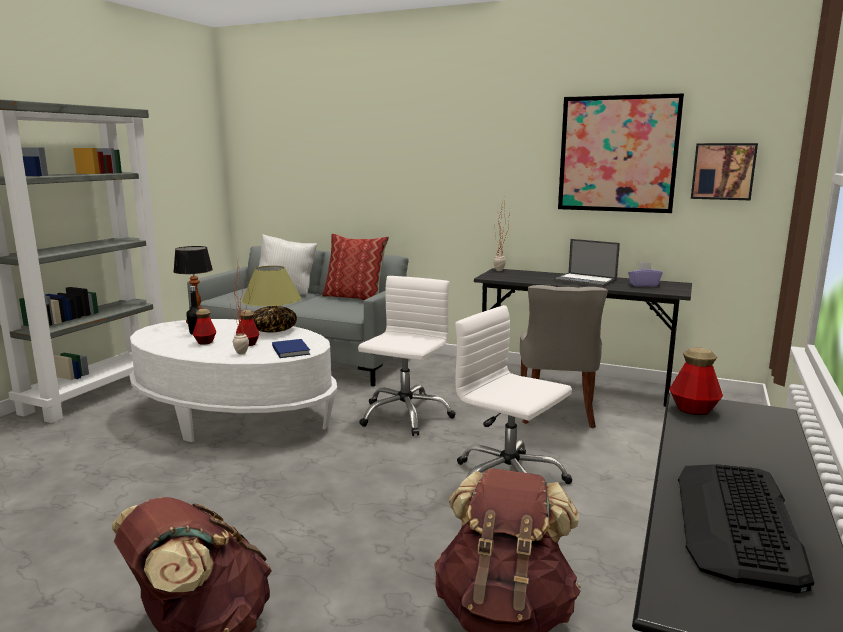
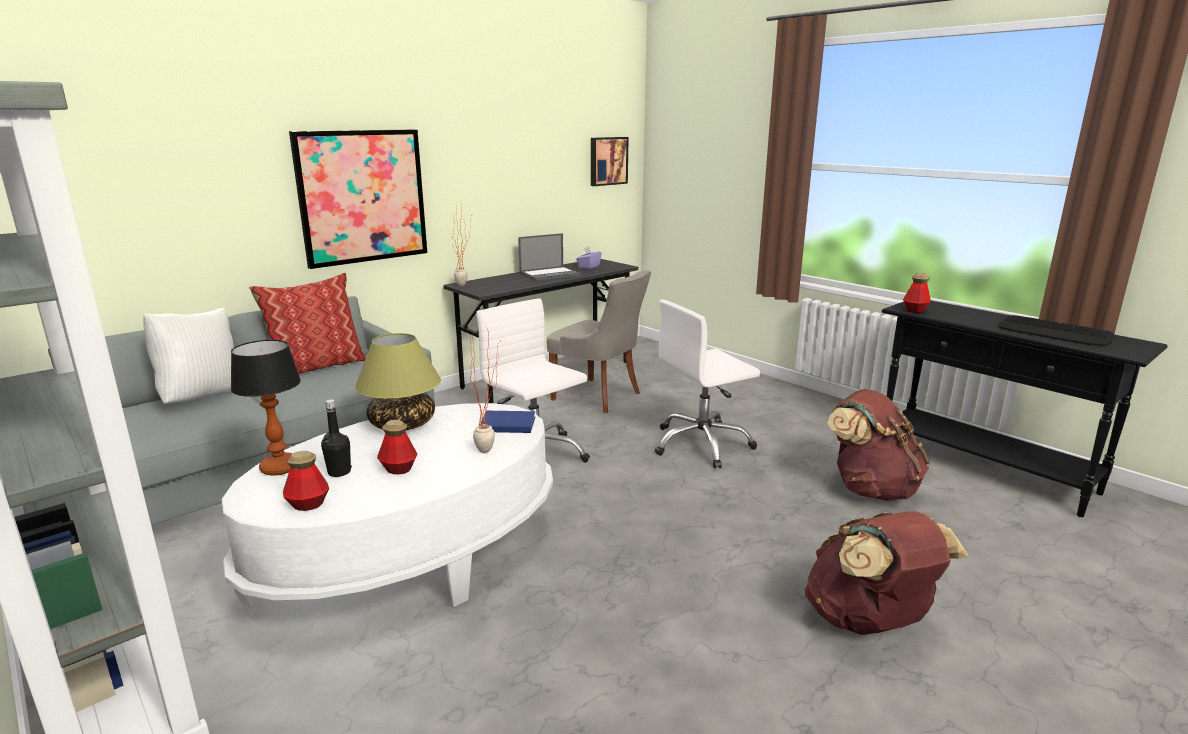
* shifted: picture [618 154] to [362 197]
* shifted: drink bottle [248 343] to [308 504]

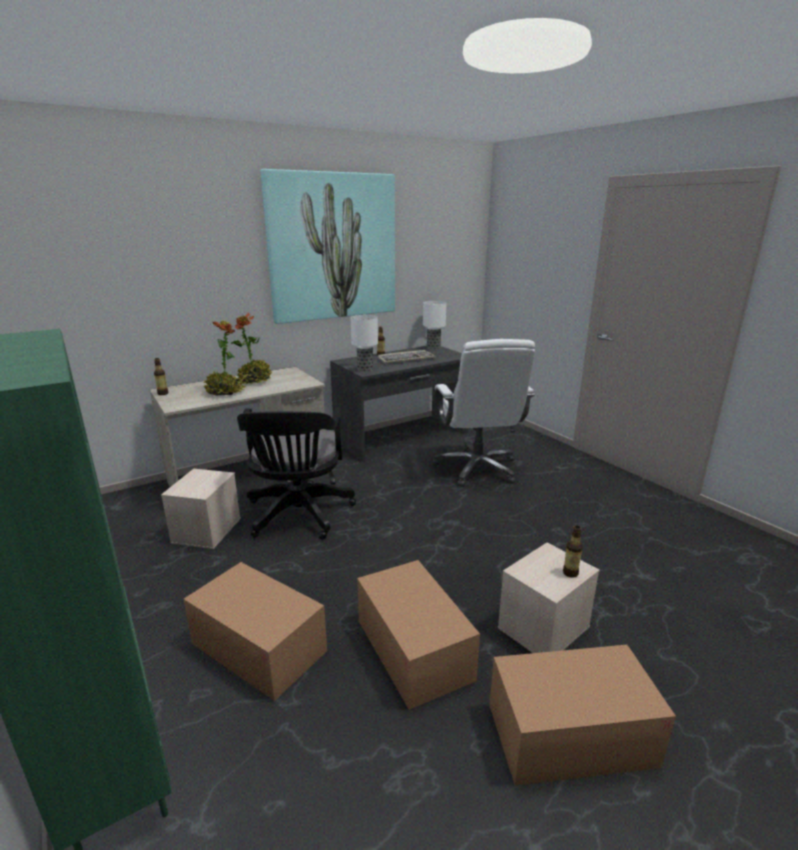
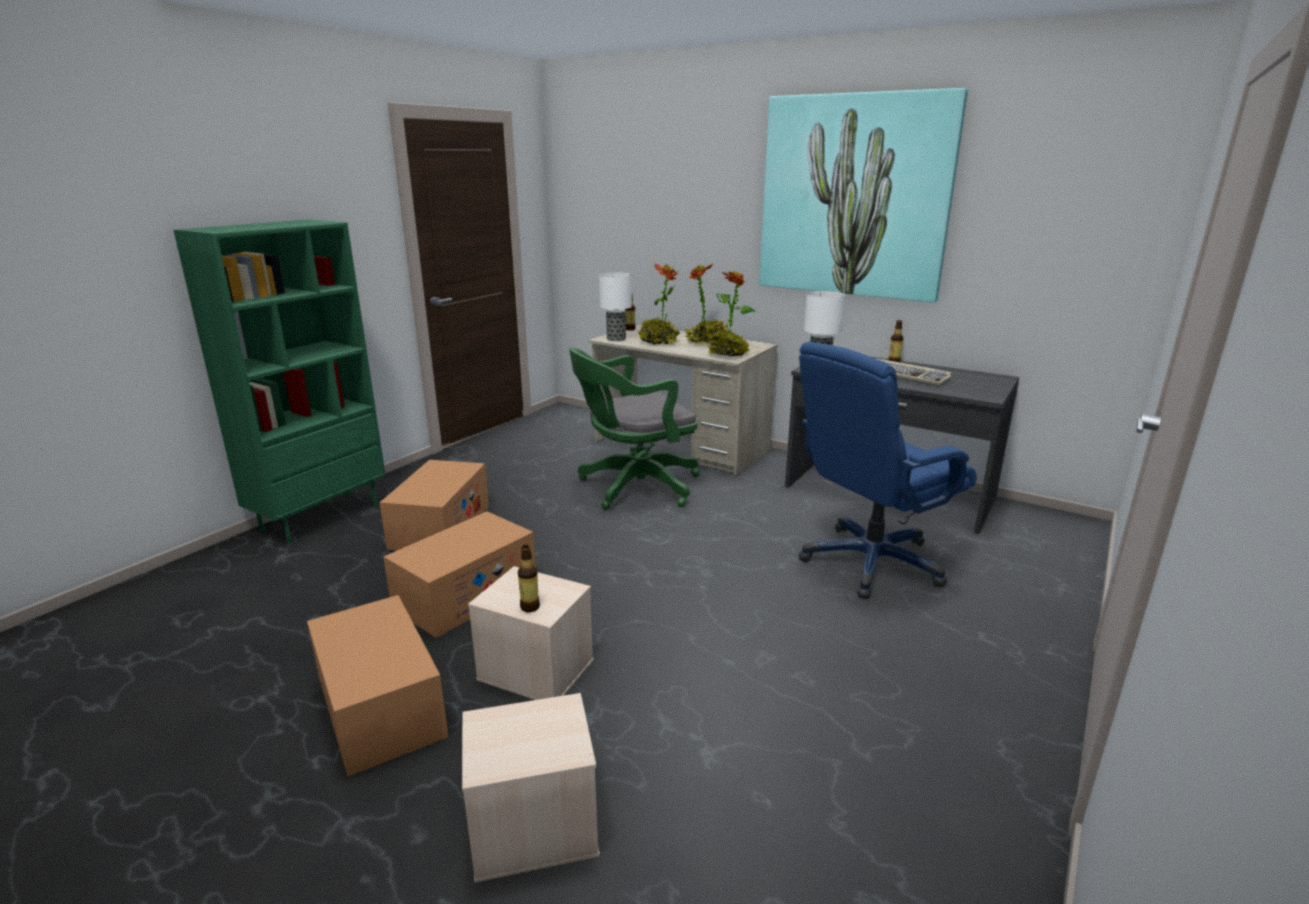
* shifted: table lamp [433 348] to [616 339]
* repainted: office chair/whitish [477 468] to office chair/bluish [871 562]
* repainted: office chair/blackish [298 516] to office chair/greenish [634 487]
* shifted: storage box/beige [207 531] to [532 828]
* new: plant in a pot [728 354]

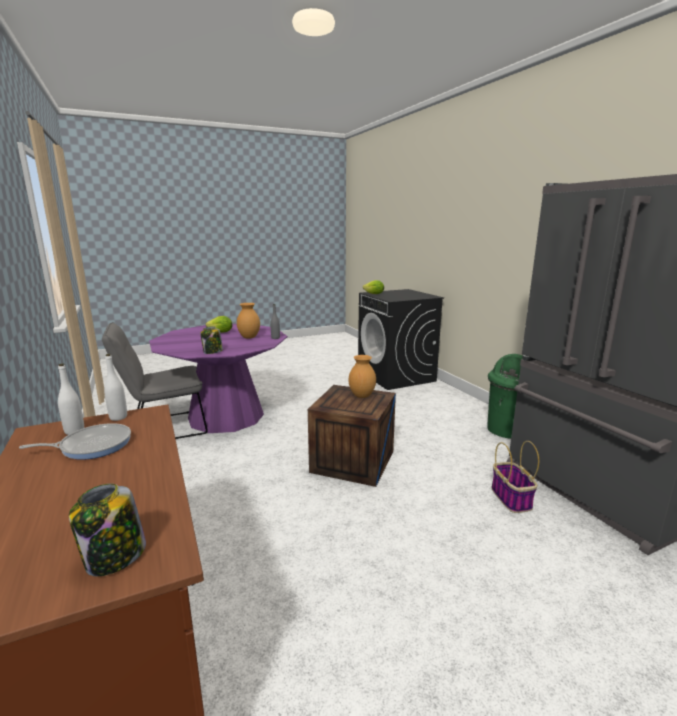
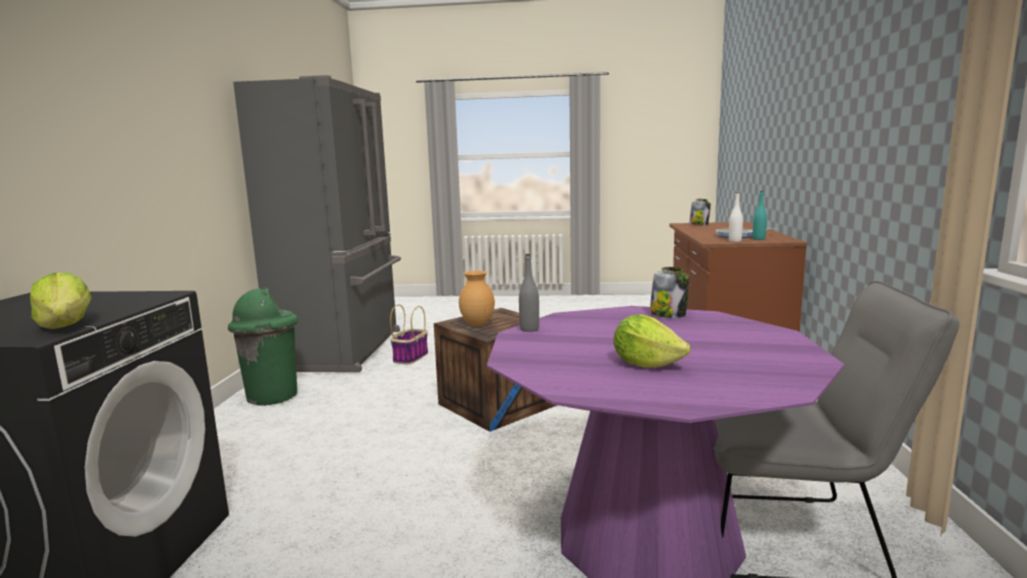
* gone: decorative vase/brown [249 337]
* repainted: drink bottle/whitish [74 431] to drink bottle/turquoise [758 239]

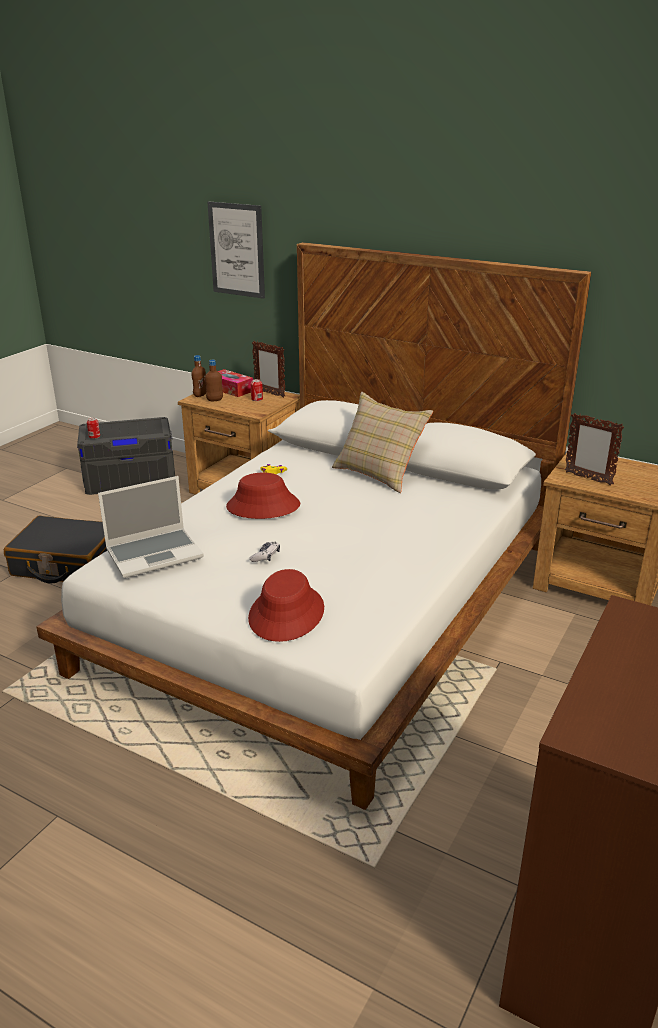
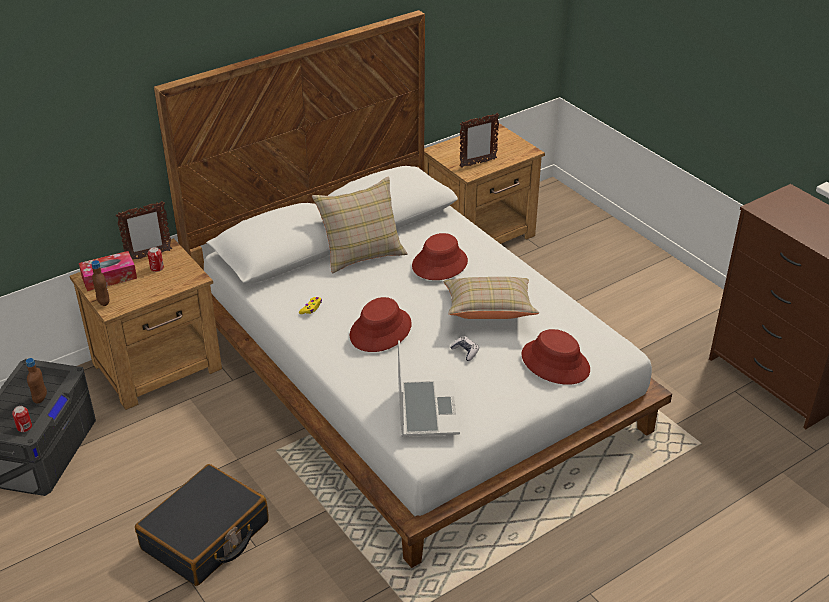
* gone: picture [237 250]
* shifted: drink bottle/brown [215 400] to [40 398]
* new: clothing hat/red [439 264]
* new: pillow/beige [489 311]

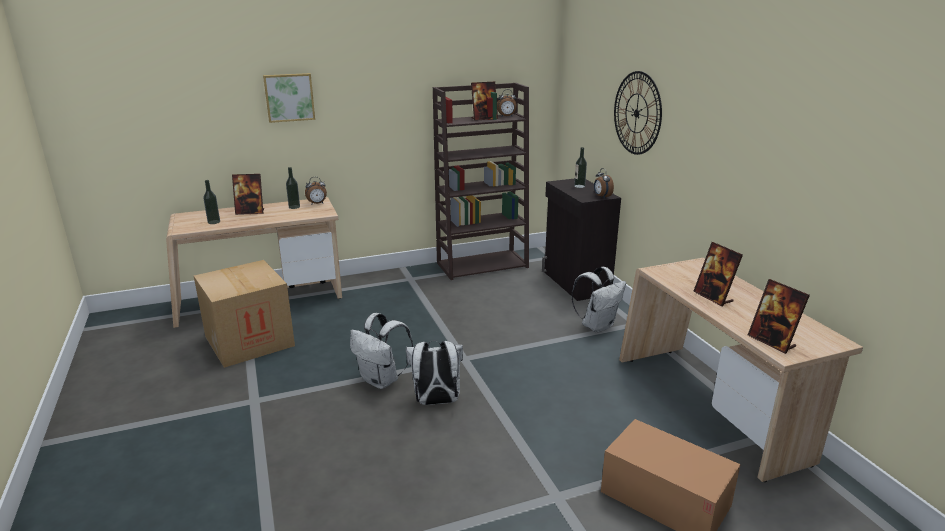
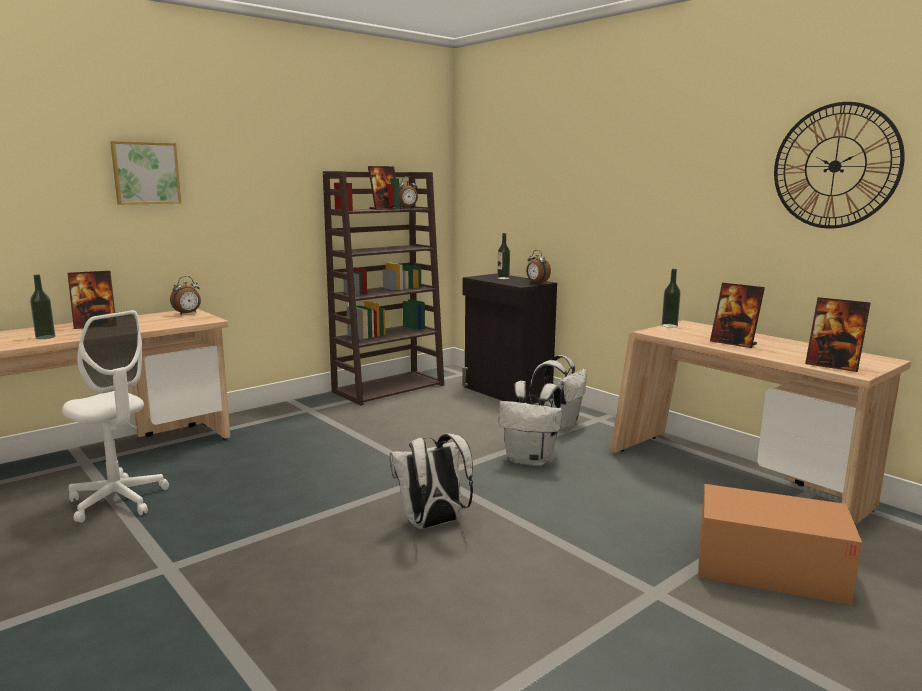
* shifted: clock on the wall [637 113] to [835 166]
* shifted: drink bottle [294 207] to [669 326]
* swapped: packing box [249 341] to office chair/whitish [118 501]
* shifted: rucksack/whitish [382 380] to [531 460]

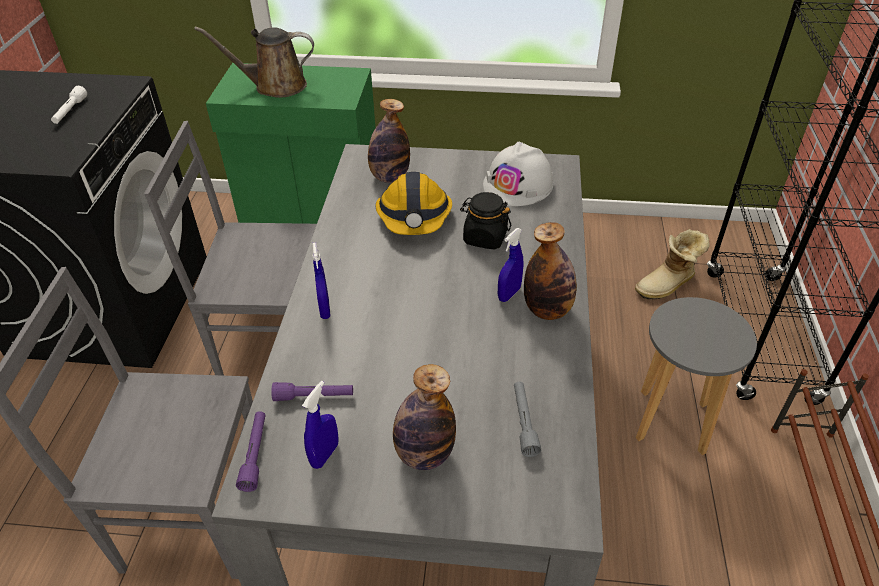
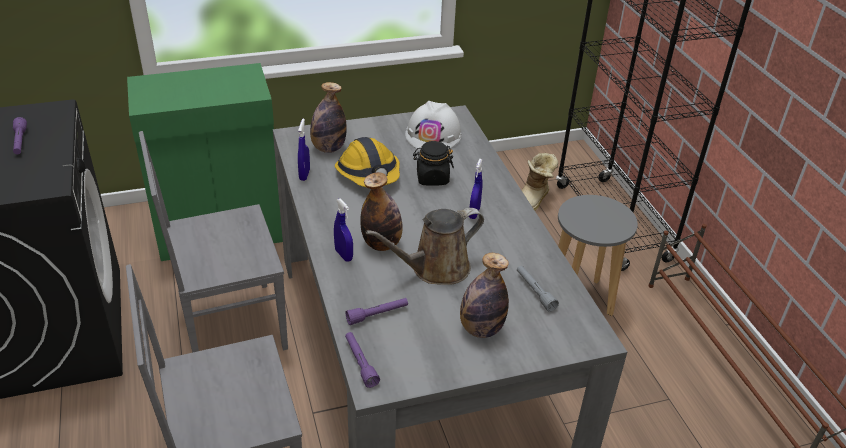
* shifted: sprinkling can/brown [275 86] to [435 269]
* repainted: flashlight/whitish [70 111] to flashlight/purple-coloured [20 142]
* shifted: drink bottle [547 310] to [381 244]
* shifted: hand sprayer/bluish [325 455] to [304 175]

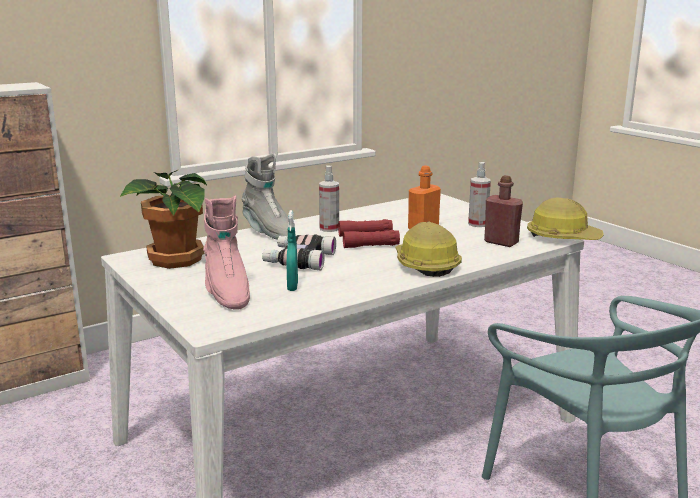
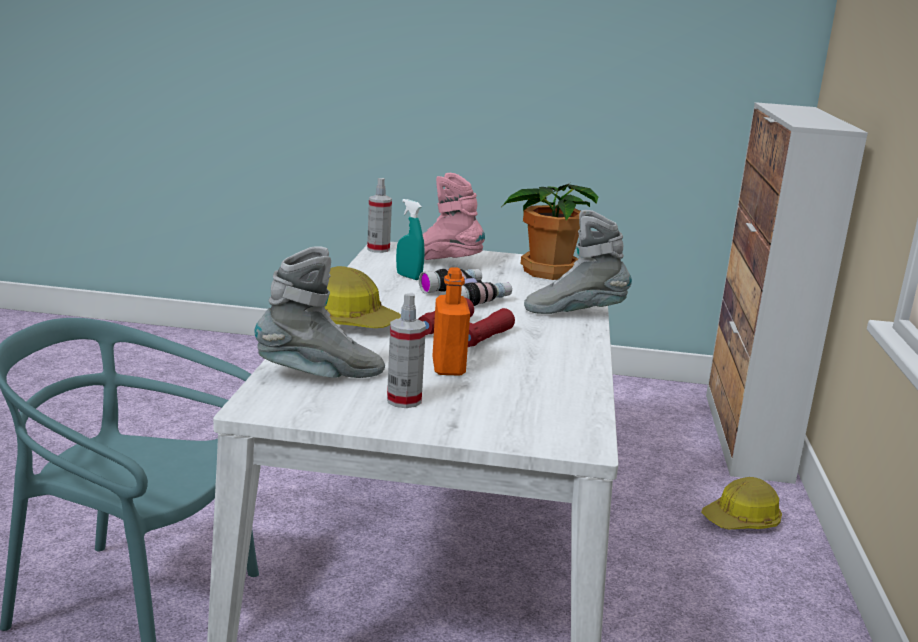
* shifted: hand sprayer [329 228] to [378 249]
* swapped: drink bottle/red [501 242] to tall boot/grey [320 375]
* shifted: hard hat [562 237] to [742 520]

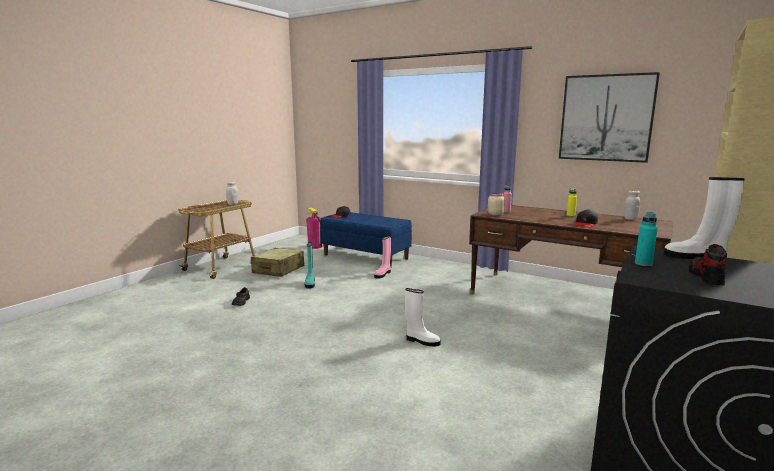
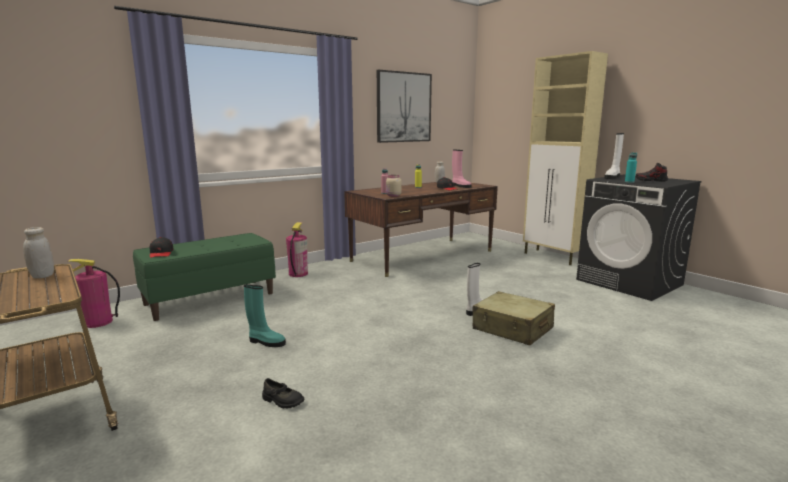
* repainted: indoor bench/bluish [366 257] to indoor bench/greenish [210 298]
* shifted: tall boot/pinkish [383 274] to [460 186]
* shifted: travel case/beige [278 270] to [512 329]
* new: fire extinguisher [298 274]

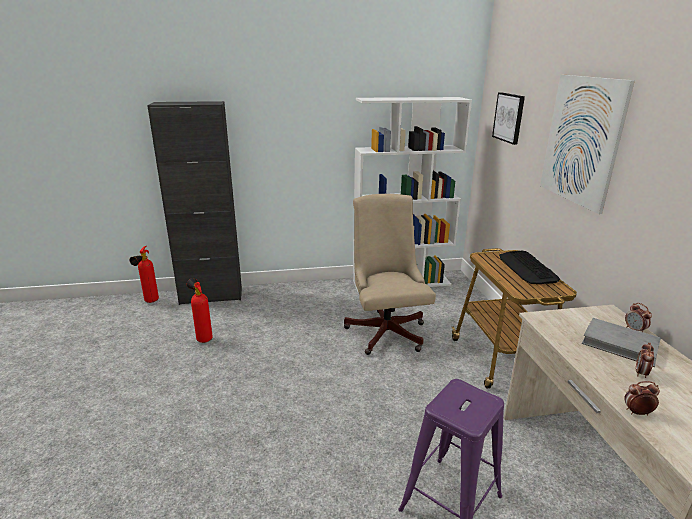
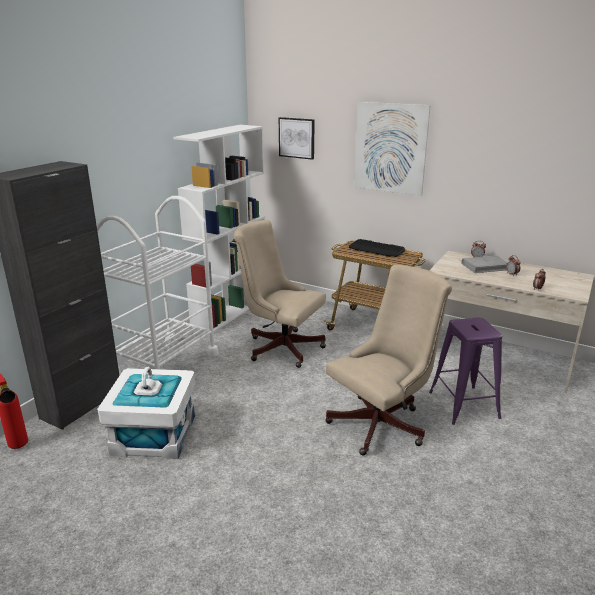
* swapped: fire extinguisher [203 338] to storage box/whitish [153 435]
* new: trolley/whitish [165 364]
* new: office chair/beige [382 423]

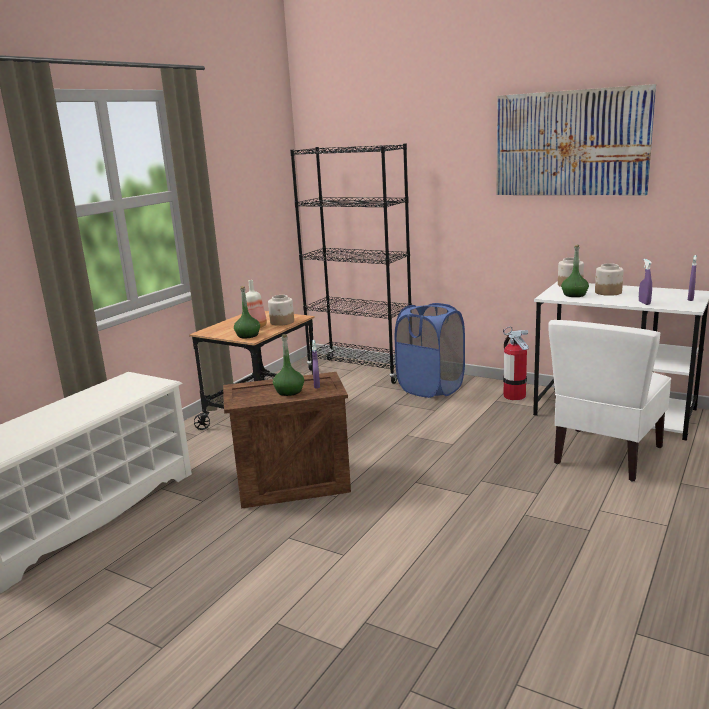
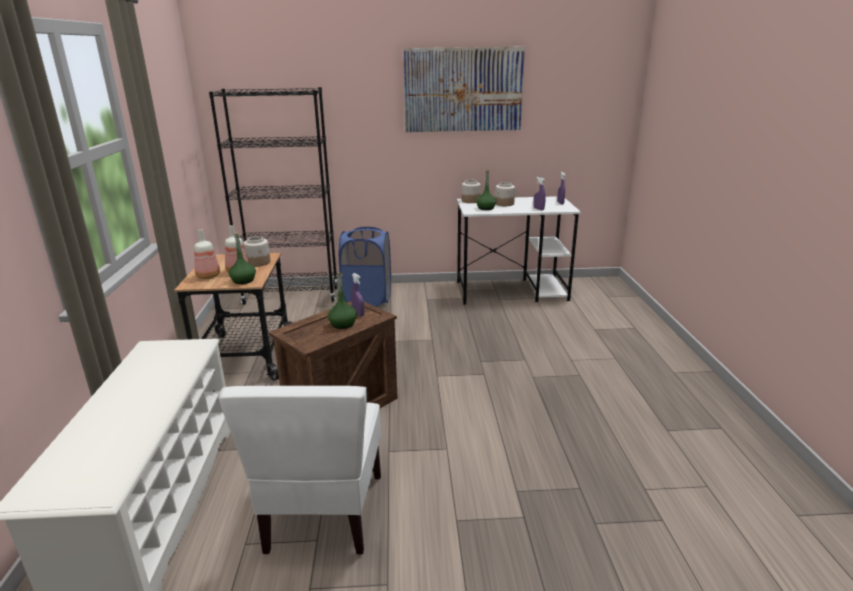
* shifted: upright chair/whitish [606 455] to [323 513]
* gone: fire extinguisher [514 396]
* new: drink bottle [208 277]

